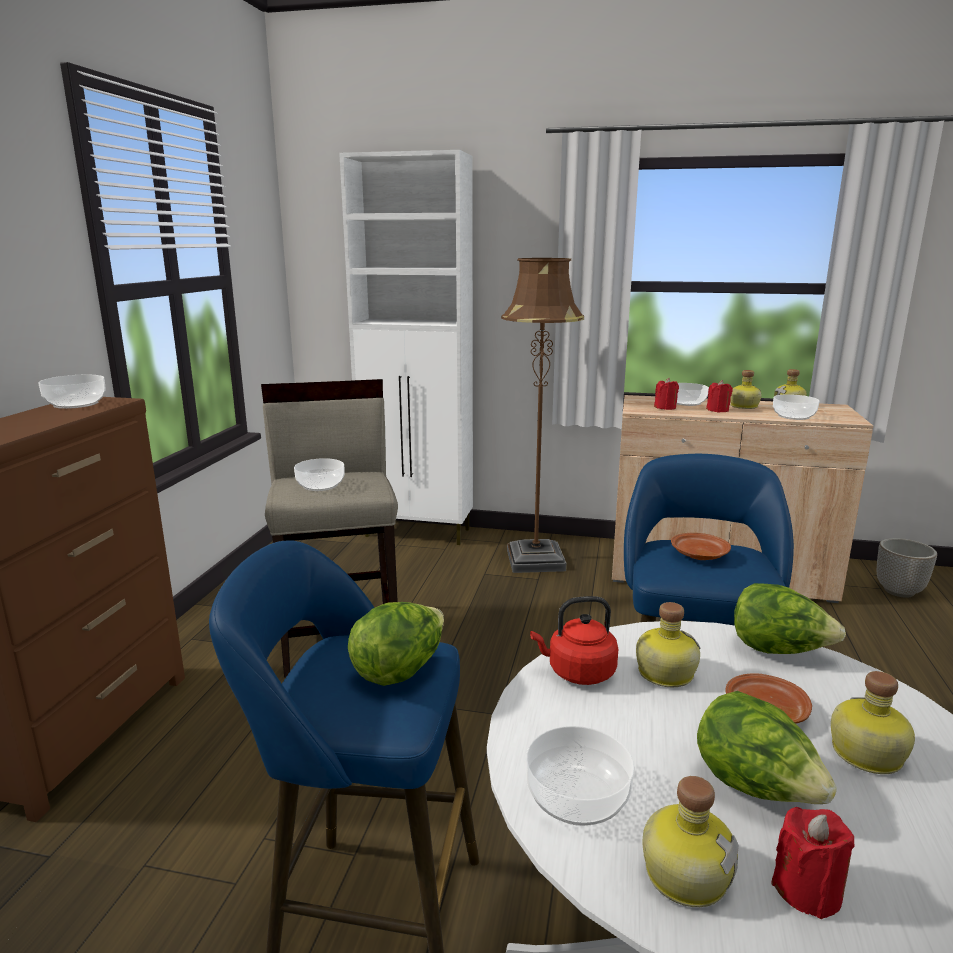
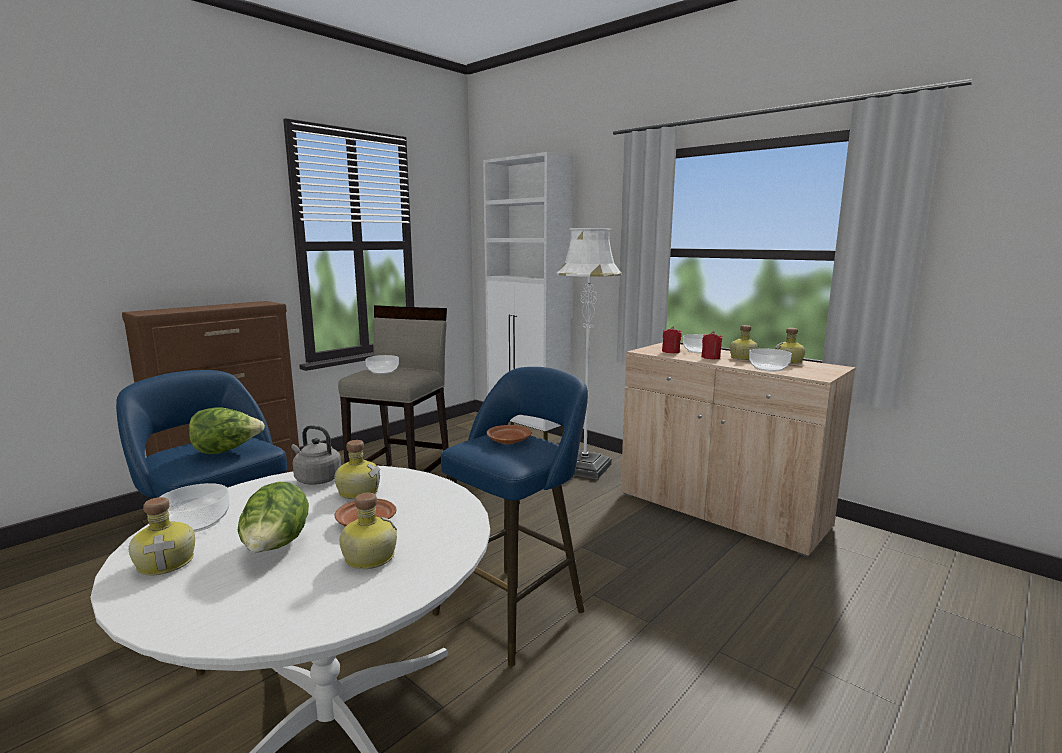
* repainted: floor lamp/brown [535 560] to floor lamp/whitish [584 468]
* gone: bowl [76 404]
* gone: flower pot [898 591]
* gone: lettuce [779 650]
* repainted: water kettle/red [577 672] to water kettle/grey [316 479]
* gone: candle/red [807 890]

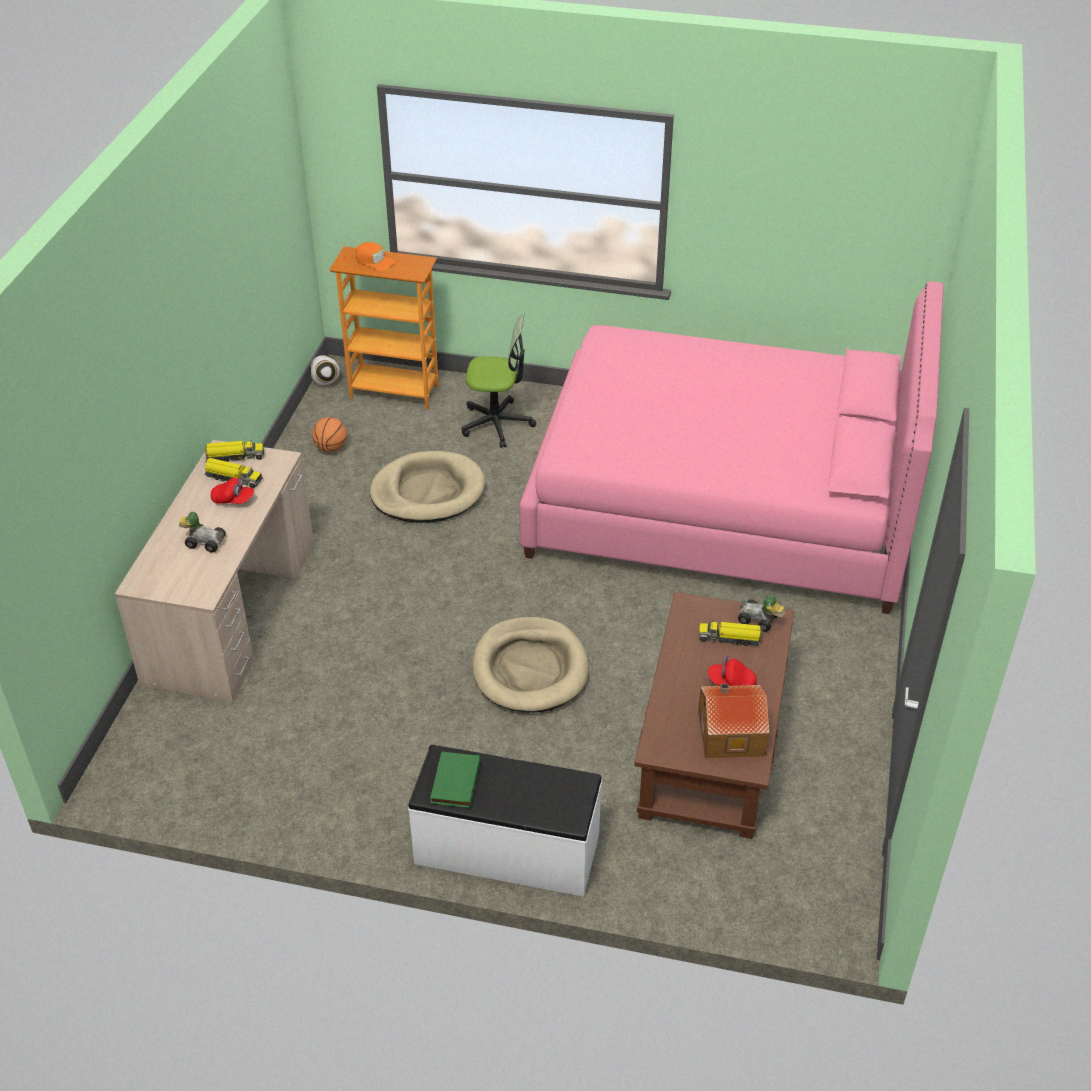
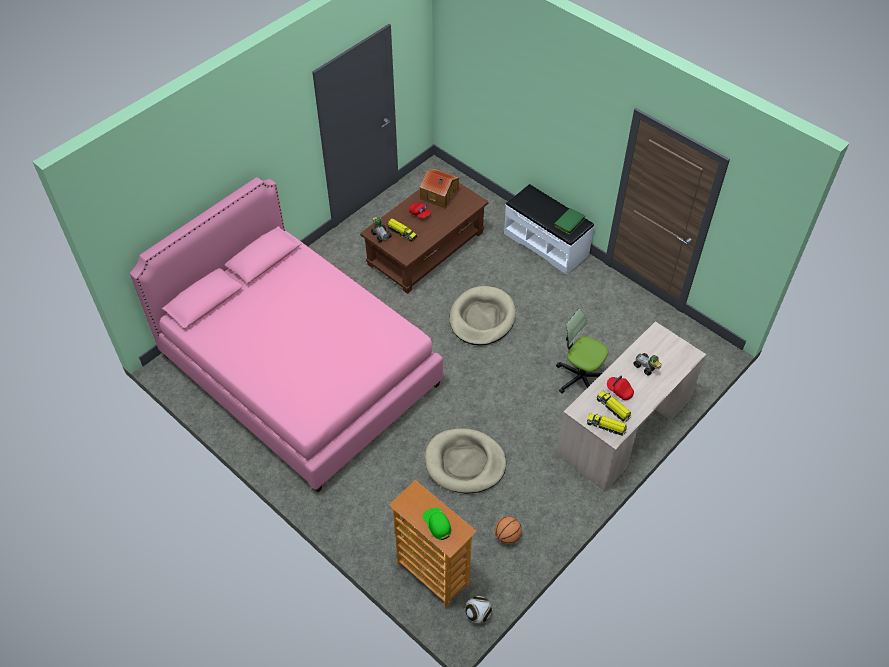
* repainted: cap/orangey [374 261] to cap/greenish [437 524]
* shifted: office chair [497 424] to [580 378]

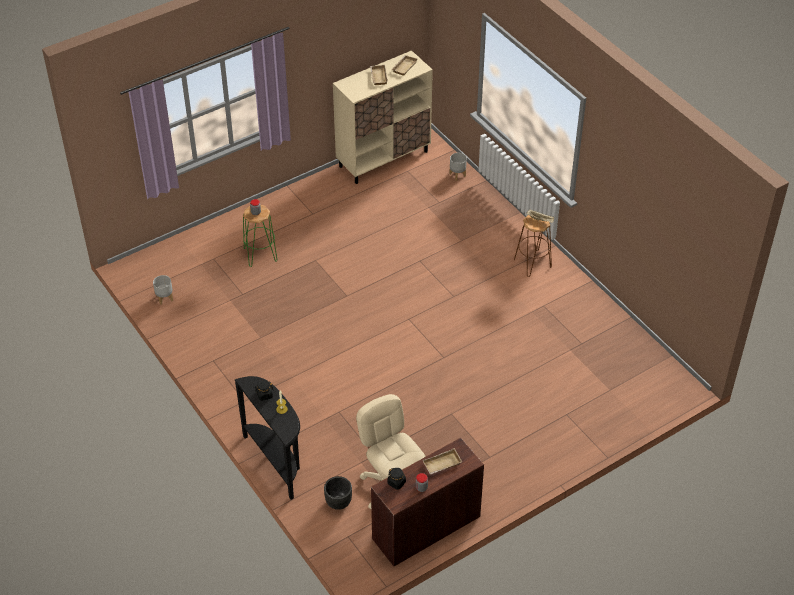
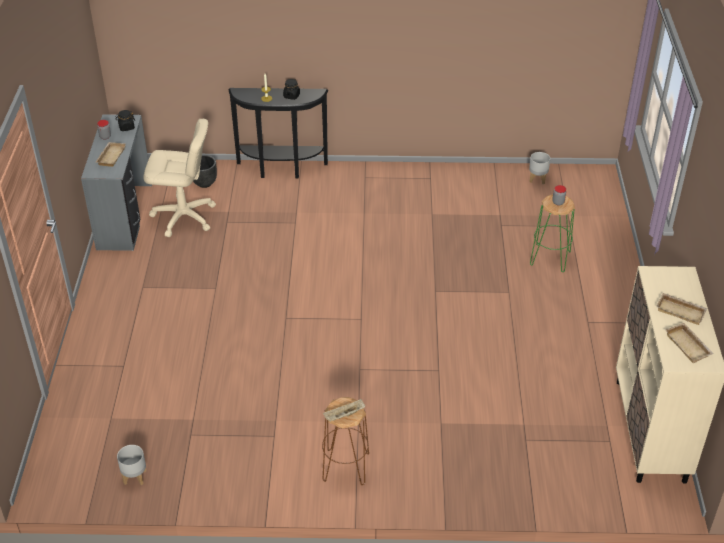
* shifted: flower pot/grey [457 175] to [134 477]
* repainted: desk unit/brown [425 527] to desk unit/grey [126 216]

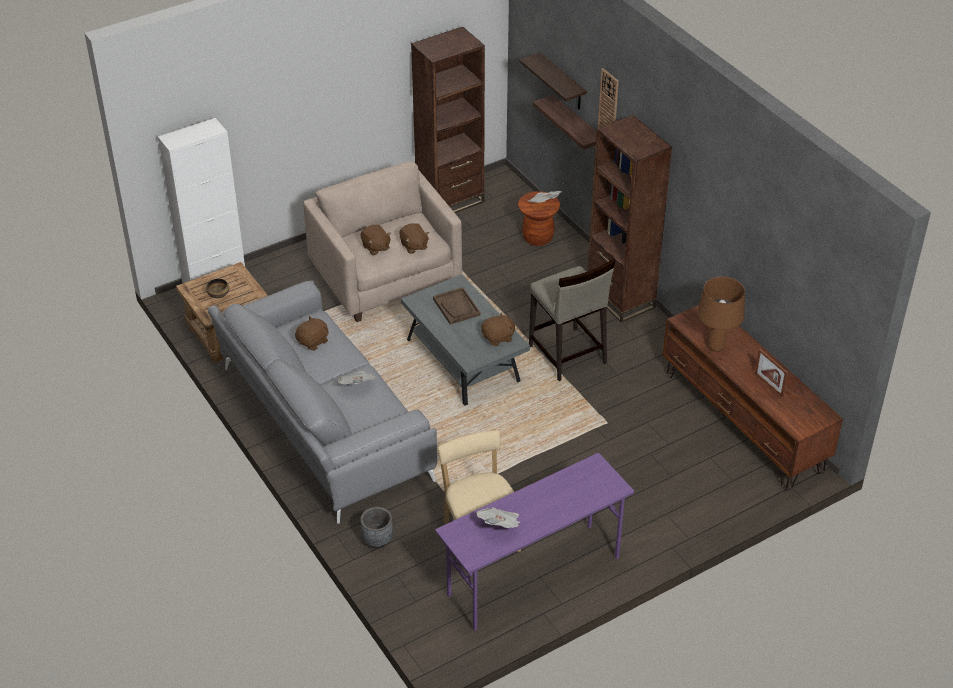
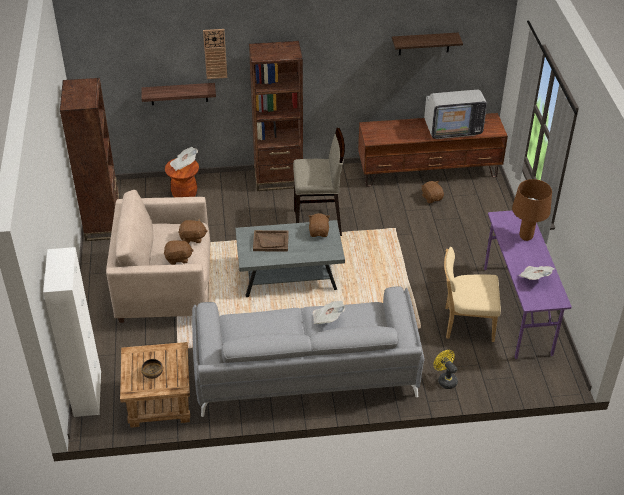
* shifted: bracket shelf [562 82] to [424 43]
* shifted: table lamp/brown [716 347] to [526 237]
* shifted: soft toy/brown [313 342] to [432 198]
* swapped: standing frame [768 384] to TV [452 128]
* swapped: flower pot/grey [377 540] to electric fan/yellowish [445 379]

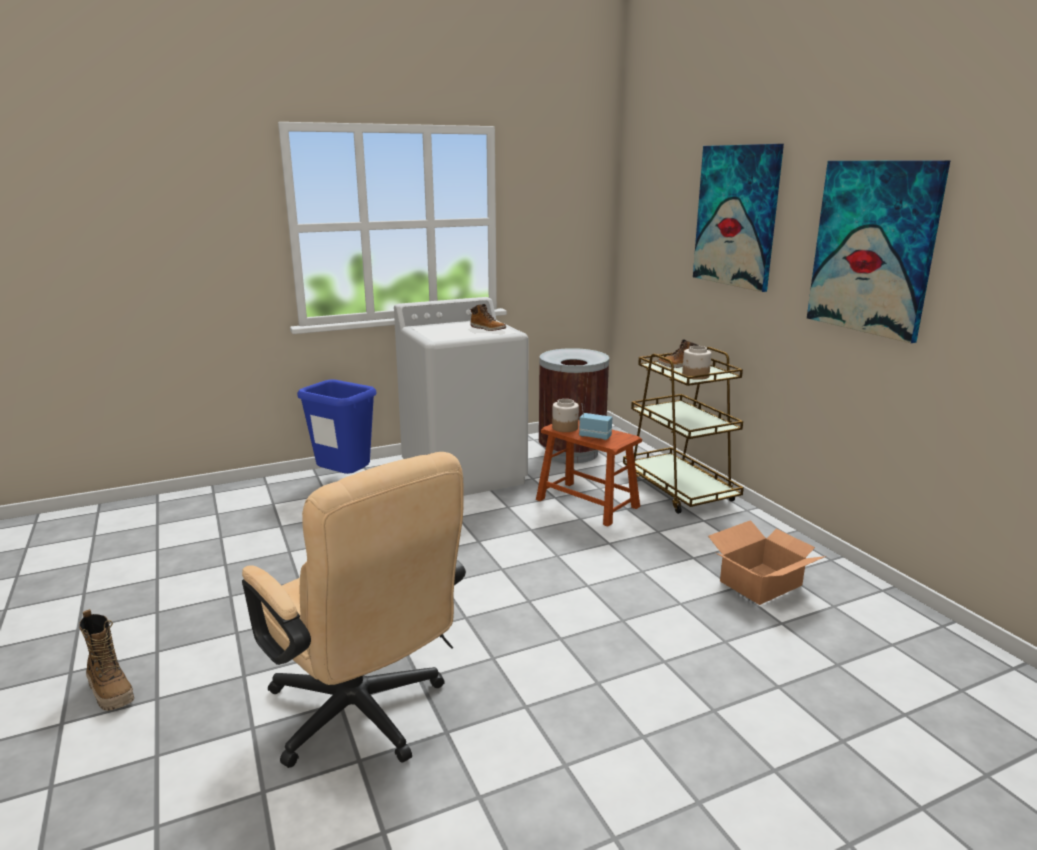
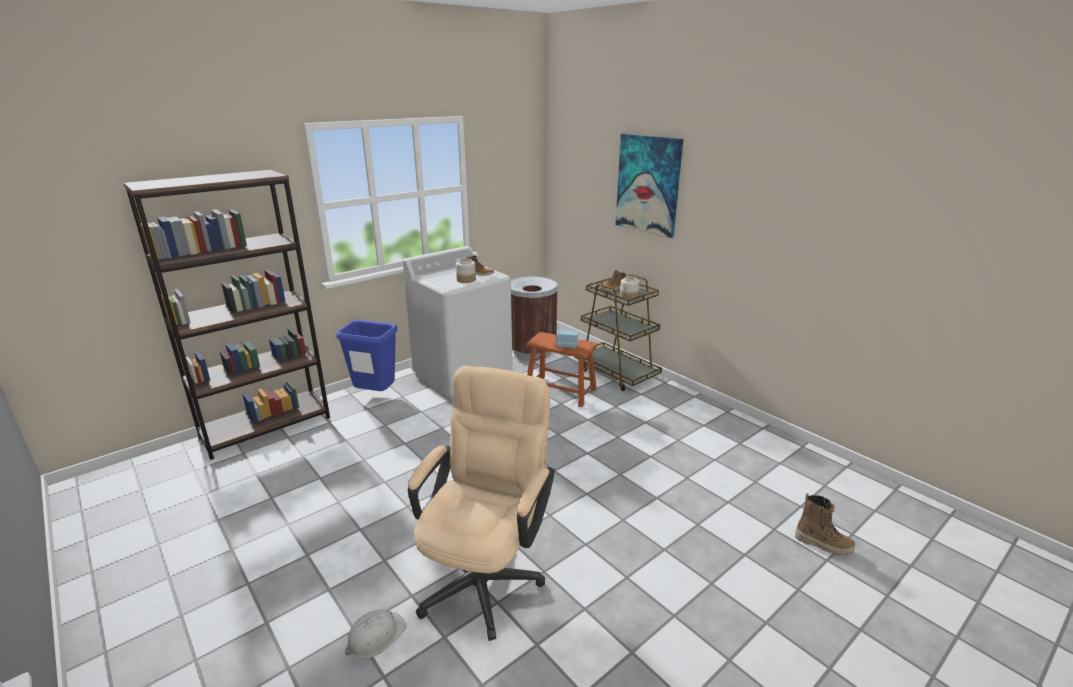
* gone: picture [873 248]
* shifted: jar [565 428] to [466 280]
* rotated: office chair/beige [364 718] = [486 573] 105 degrees counterclockwise
* gone: packing box [762 583]
* shifted: tall boot [111 692] to [823 544]
* new: bookcase/brown [266 427]
* new: hard hat/whitish [375 636]

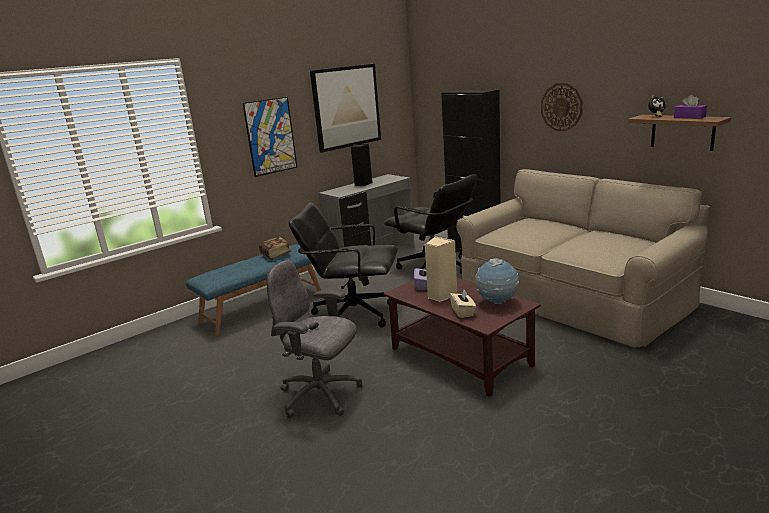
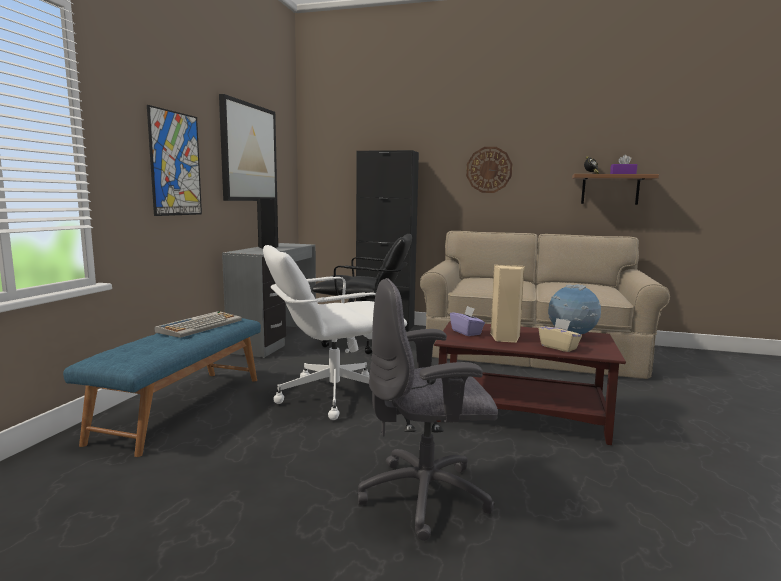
* repainted: office chair/blackish [353 314] to office chair/whitish [332 395]
* swapped: book [276 255] to computer keyboard [200 325]

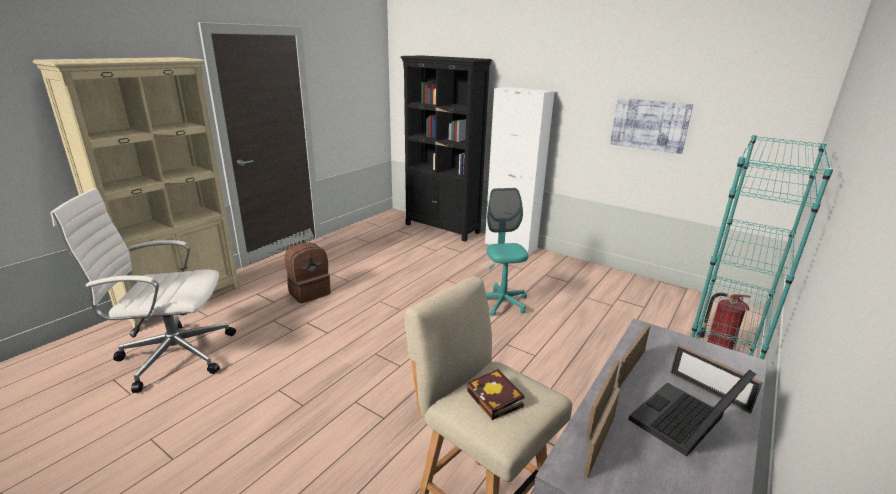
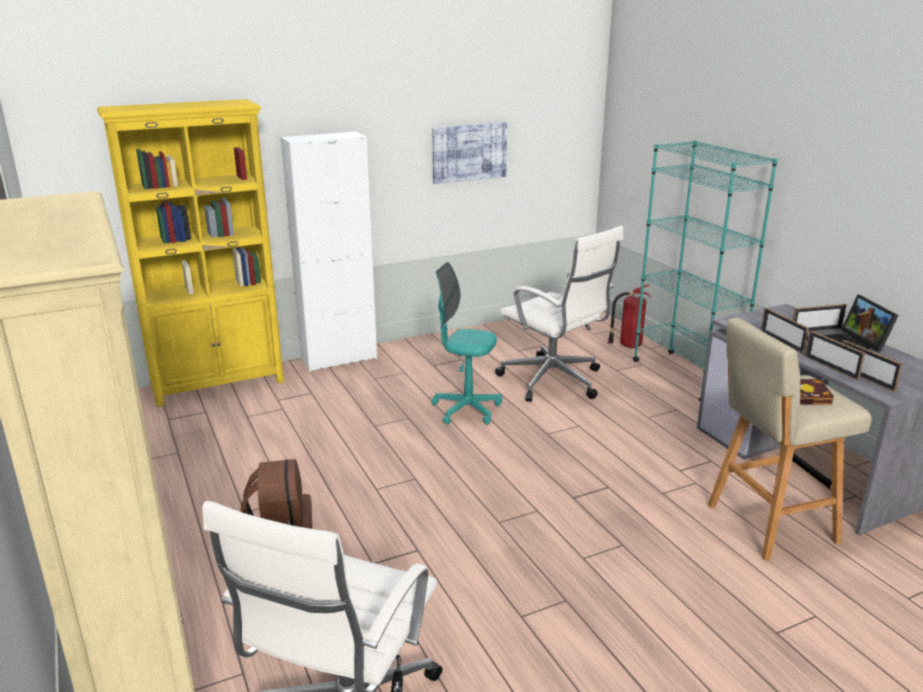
* repainted: bookcase/blackish [442 228] to bookcase/yellowish [219 384]
* new: office chair/whitish [554 381]

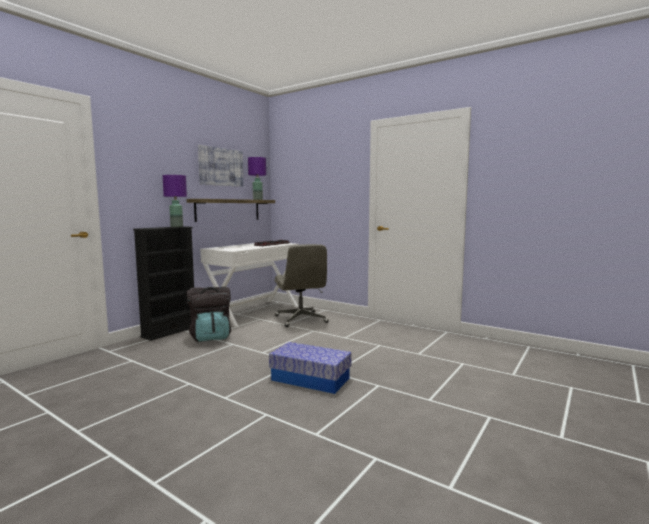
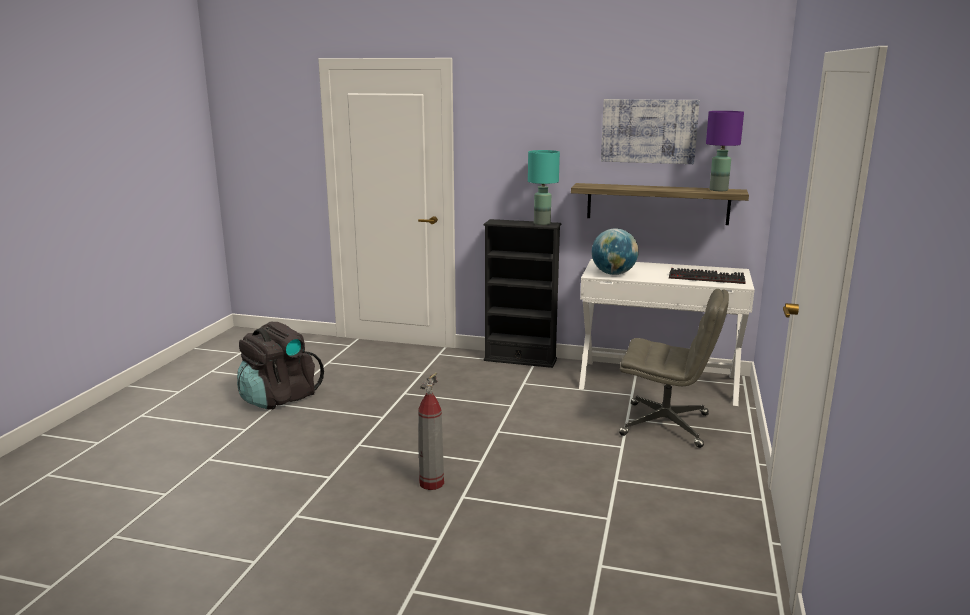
* repainted: table lamp/purple-coloured [176 226] to table lamp/turquoise [542 223]
* rotated: office chair/grey [301 319] = [666 425] 120 degrees counterclockwise
* shifted: rucksack/blackish [210 337] to [279 398]
* swapped: storage box [310 379] to fire extinguisher [431 483]
* new: desk globe [613 274]

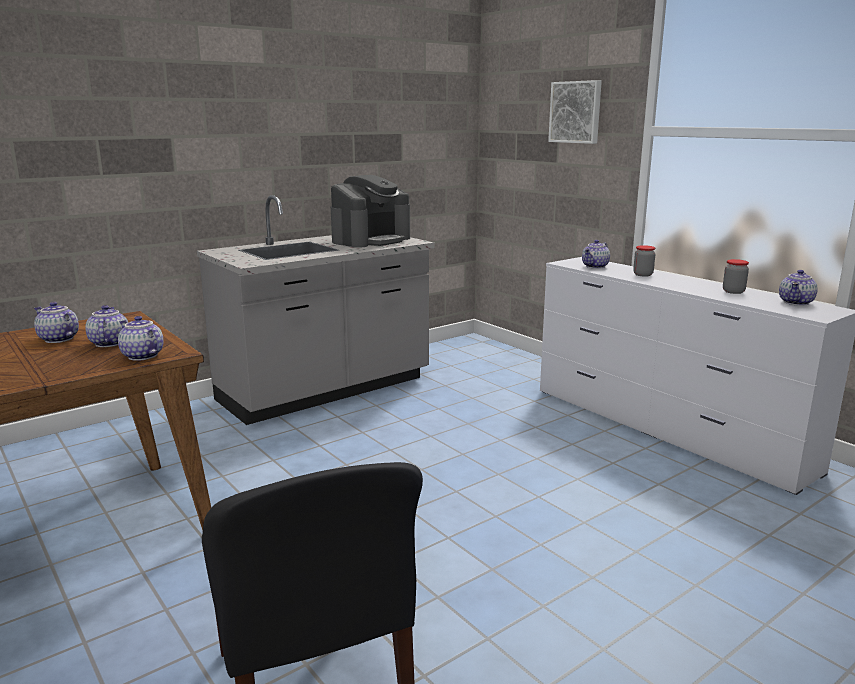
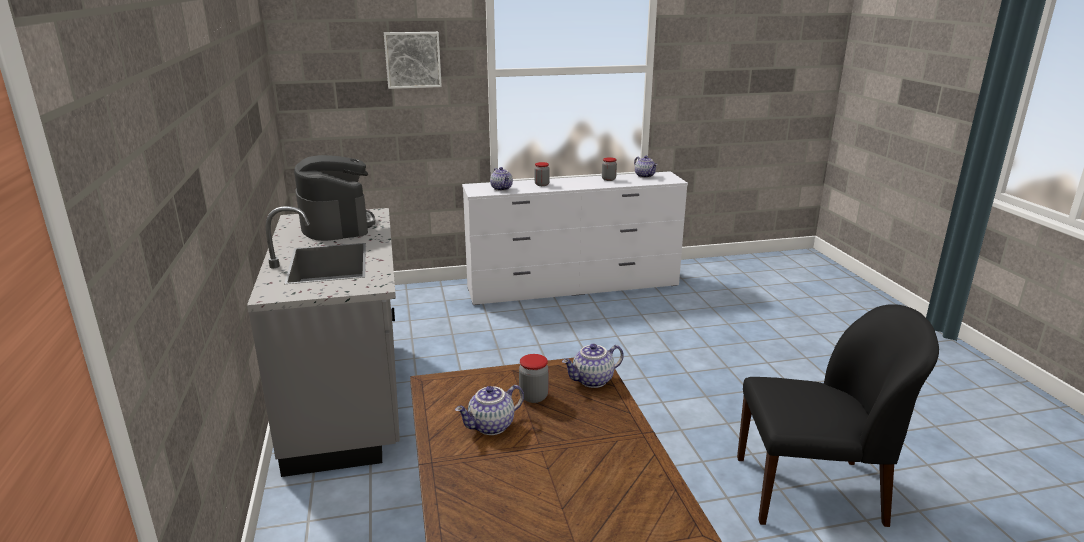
* swapped: teapot [108 343] to jar [533 397]

